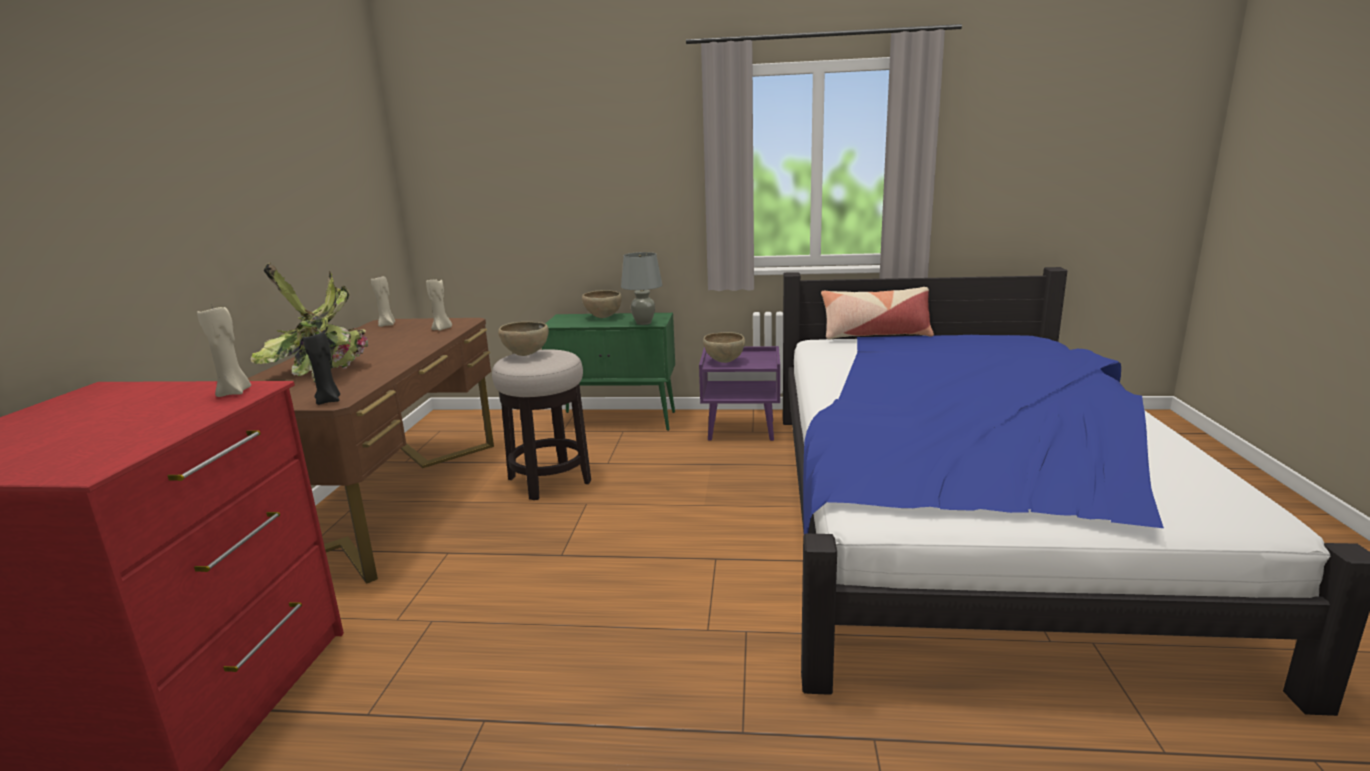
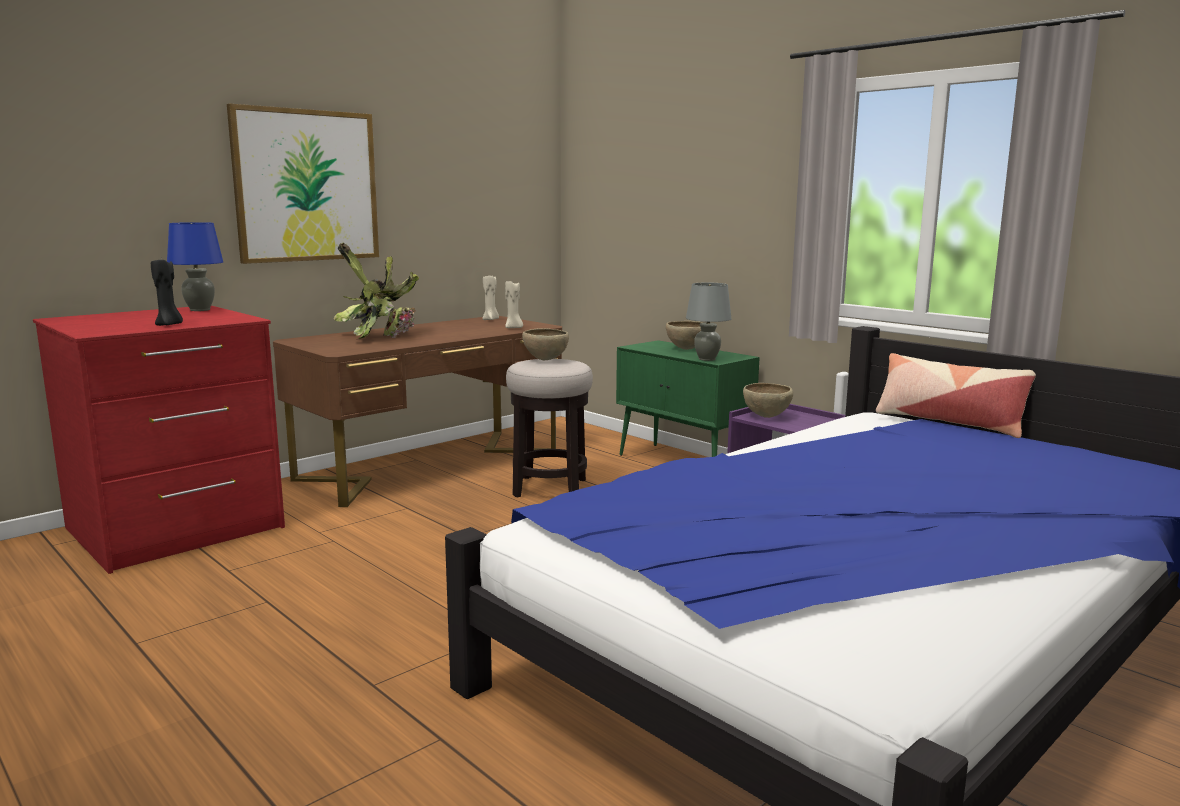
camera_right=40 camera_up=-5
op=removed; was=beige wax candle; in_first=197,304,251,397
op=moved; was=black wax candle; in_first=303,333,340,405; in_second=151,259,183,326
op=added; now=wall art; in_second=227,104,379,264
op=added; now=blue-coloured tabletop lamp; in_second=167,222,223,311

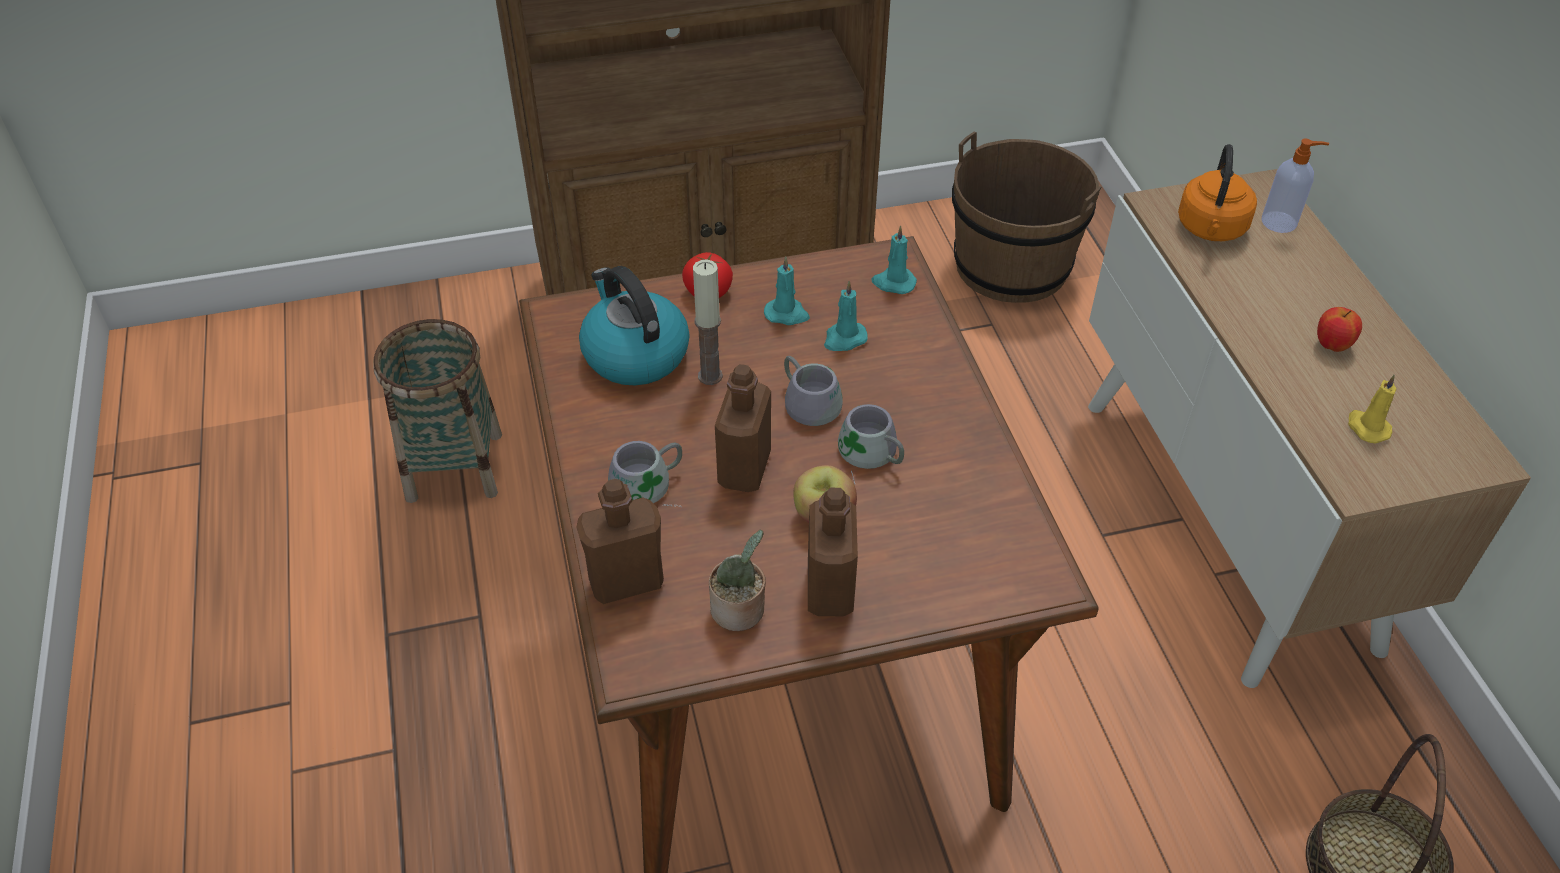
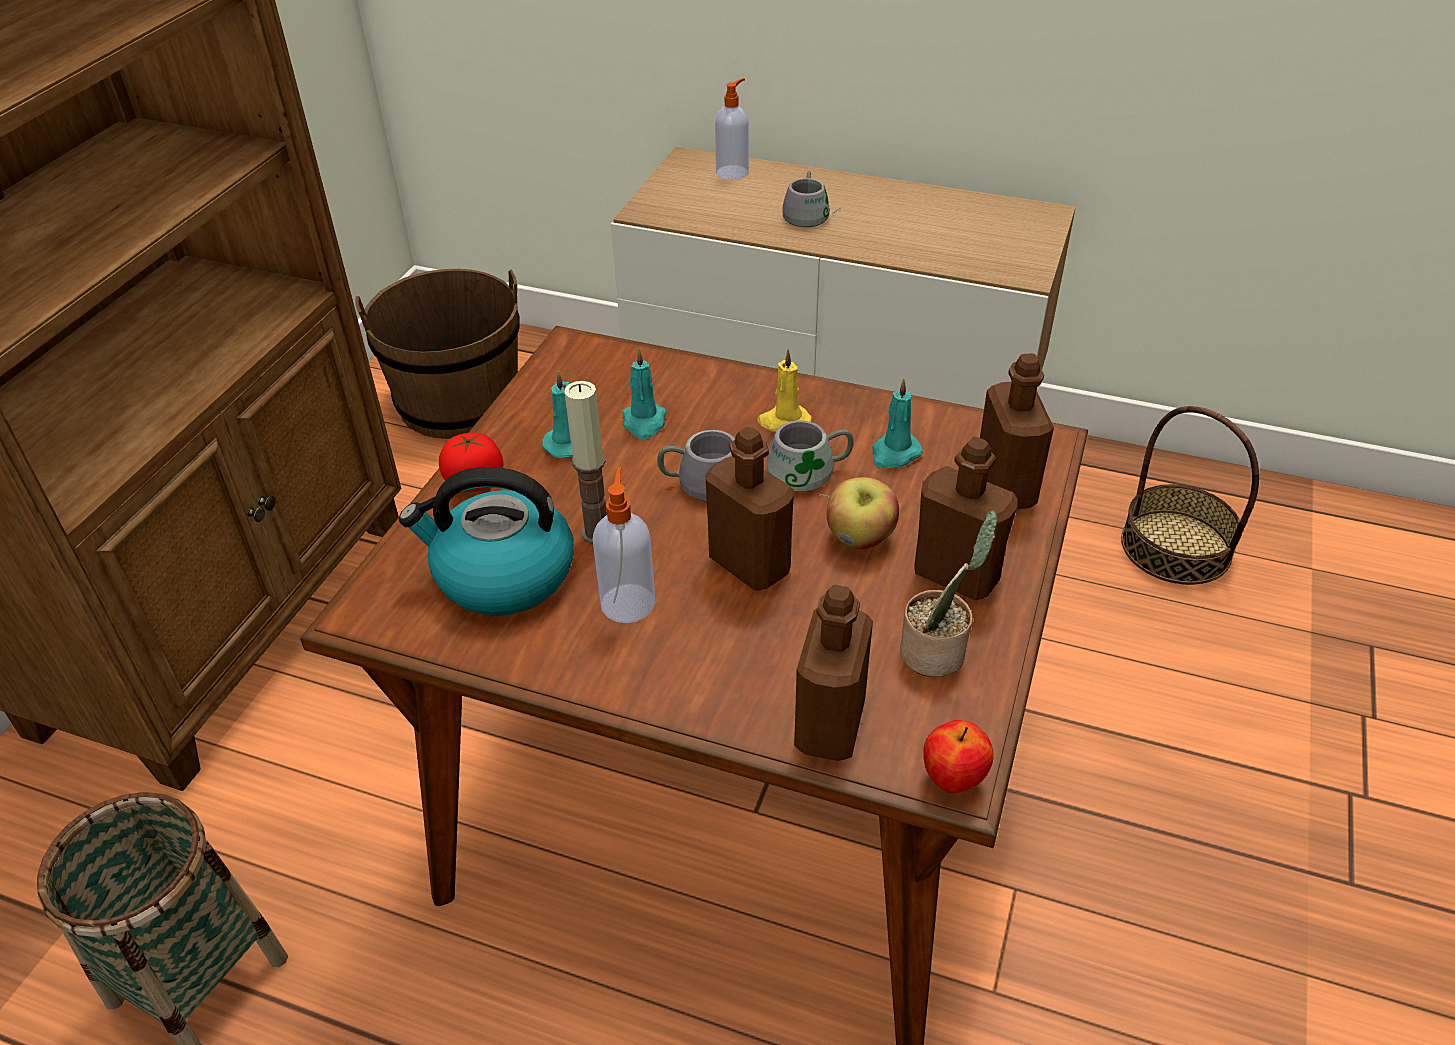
camera_right=-55 camera_up=-5
op=removed; was=orange kettle; in_first=1178,144,1257,241
op=moved; was=turquoise wax candle; in_first=871,225,917,294; in_second=872,379,923,468
op=moved; was=apple fruit; in_first=1317,307,1362,352; in_second=923,720,993,793
op=moved; was=yellow-coloured wax candle; in_first=1348,375,1396,443; in_second=757,350,812,433
op=moved; was=gray coffee mug; in_first=608,441,682,507; in_second=782,171,841,227
op=added; now=brown bottle; in_second=980,353,1054,509
op=added; now=soap dispenser; in_second=593,467,655,623

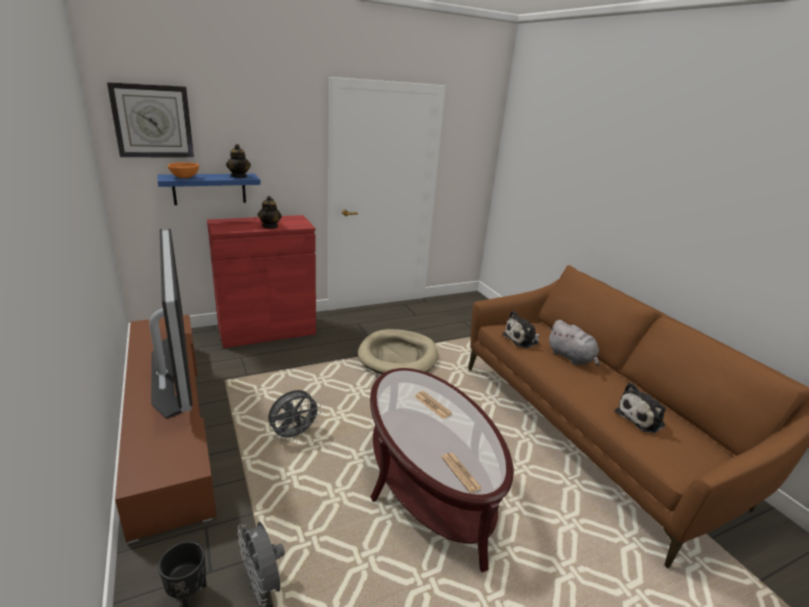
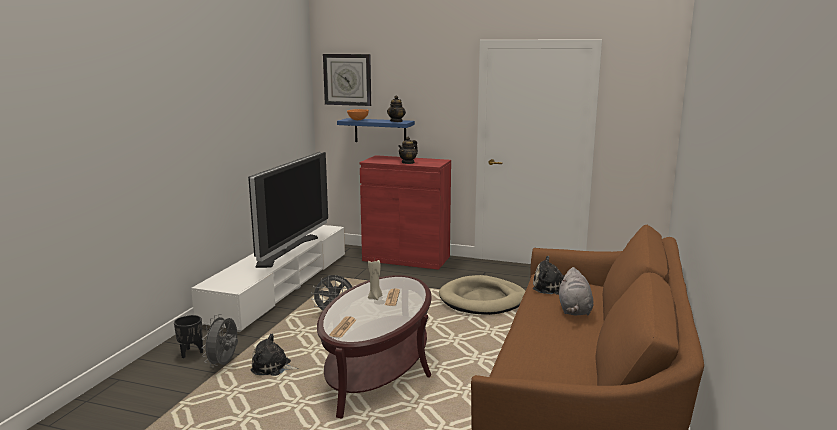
camera_right=45 camera_up=-10
op=recoloured; was=brown media console; now=white media console; in_first=115,315,217,544; in_second=191,225,345,332
op=moved; was=cuddly toy; in_first=615,383,666,433; in_second=251,334,298,376
op=added; now=beige wax candle; in_second=368,260,383,300

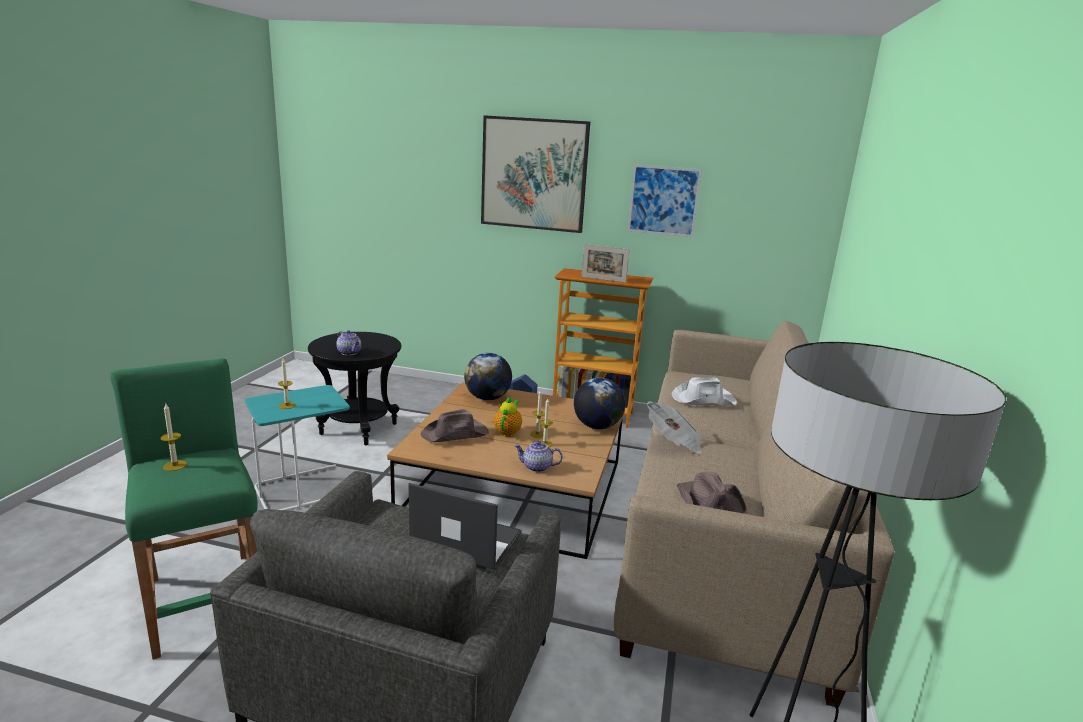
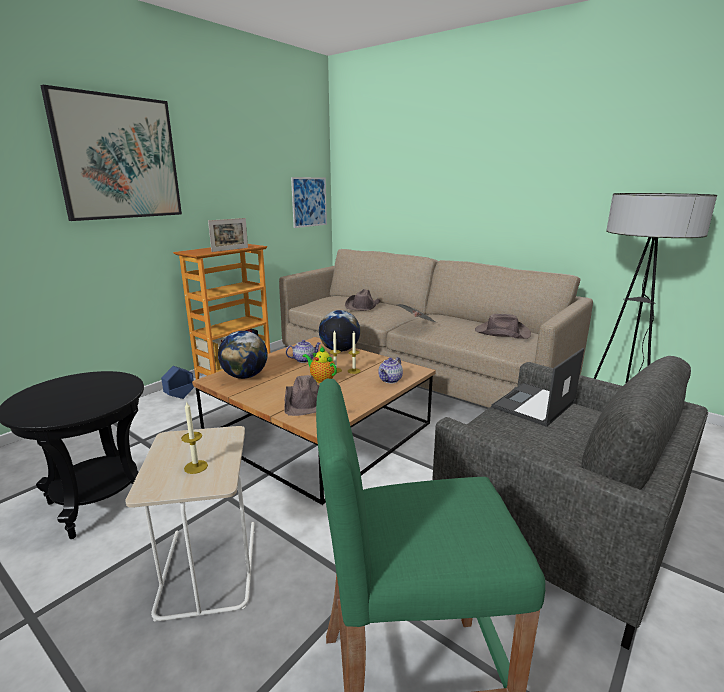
camera_right=-65 camera_up=0
op=moved; was=wall art; in_first=628,165,702,237; in_second=291,177,327,228
op=moved; was=pot for tea; in_first=336,331,361,356; in_second=286,340,321,363
op=recoloured; was=white hat; now=brown hat; in_first=672,377,737,406; in_second=345,289,380,311
op=recoloured; was=turquoise side table; now=beige side table; in_first=245,385,350,510; in_second=125,426,255,622
op=removed; was=wax candle; in_first=160,404,187,471

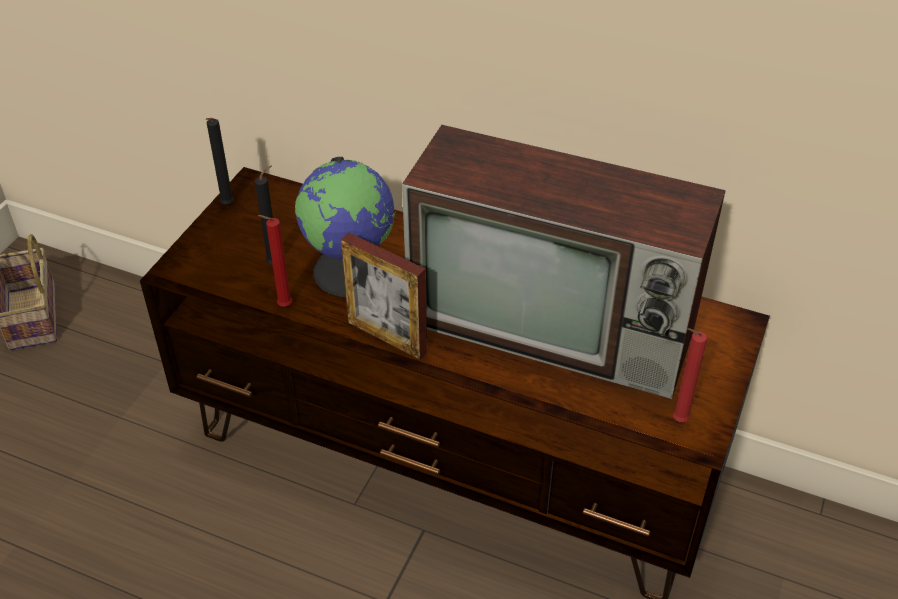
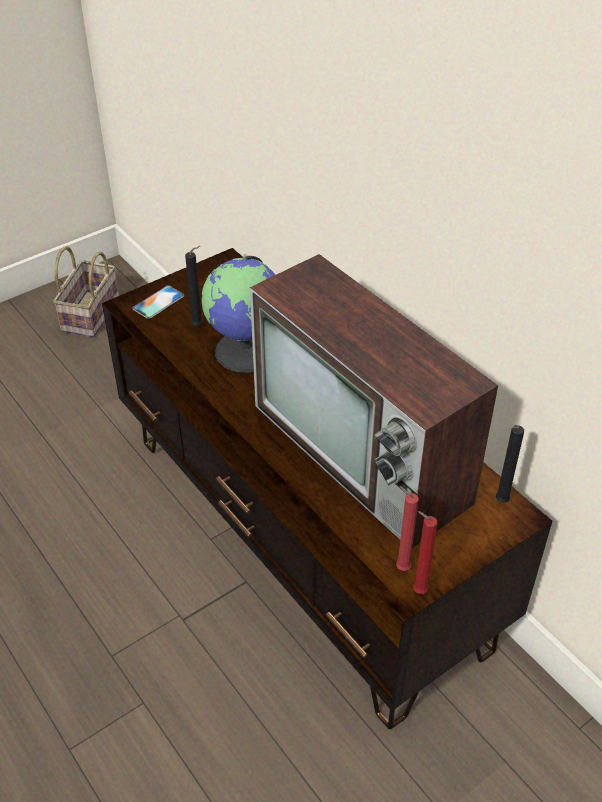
camera_right=30 camera_up=0
op=moved; was=black wax candle; in_first=206,118,234,205; in_second=496,425,524,503
op=moved; was=red-coloured wax candle; in_first=258,215,292,307; in_second=413,511,438,594
op=removed; was=standing frame; in_first=341,233,427,360
op=added; now=telephone; in_second=132,285,184,319

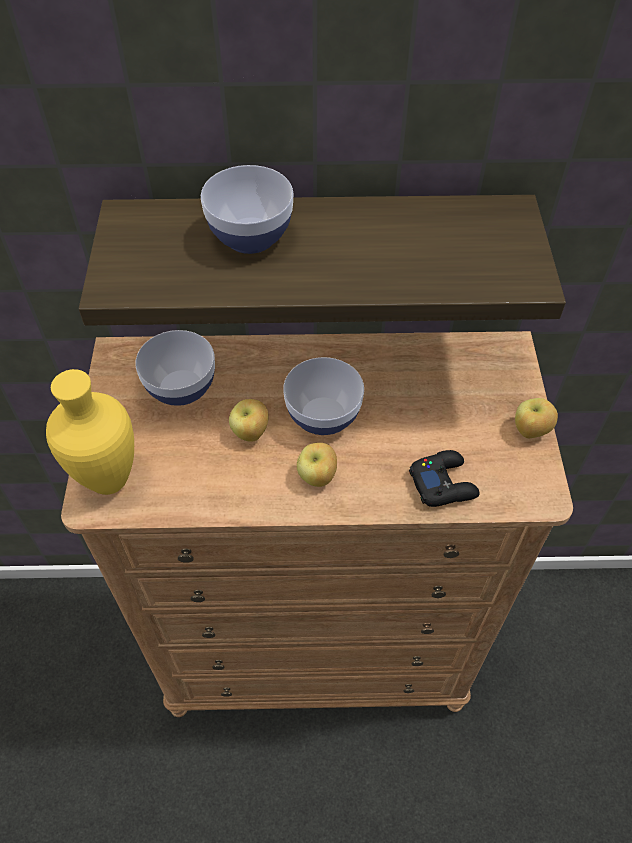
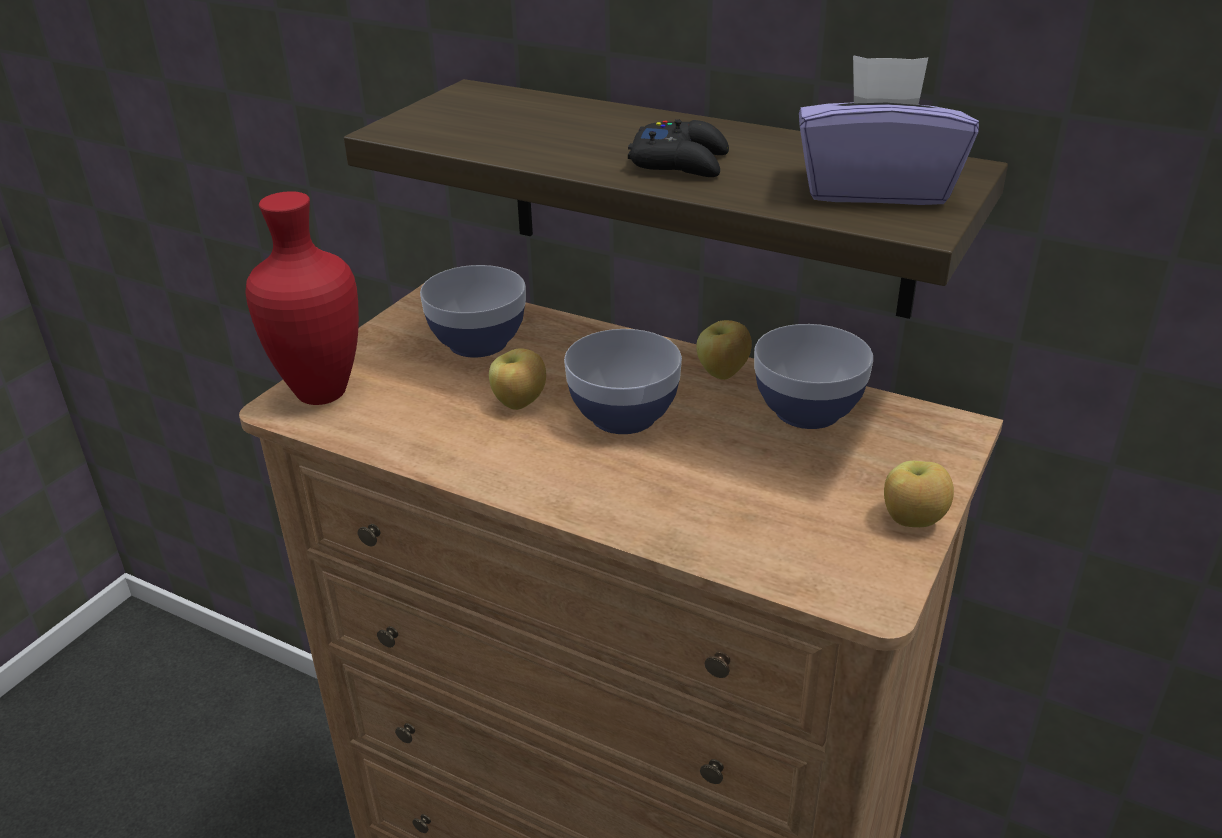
camera_right=30 camera_up=-20
op=moved; was=serving bowl; in_first=201,165,294,254; in_second=754,324,873,429
op=recoloured; was=yellow-coloured decorative vase; now=red-coloured decorative vase; in_first=46,369,134,495; in_second=245,191,359,405
op=moved; was=apple fruit; in_first=297,443,337,487; in_second=696,320,752,380
op=moved; was=black joypad; in_first=409,450,480,507; in_second=628,119,729,177
op=added; now=purplish tissue box; in_second=799,55,979,205

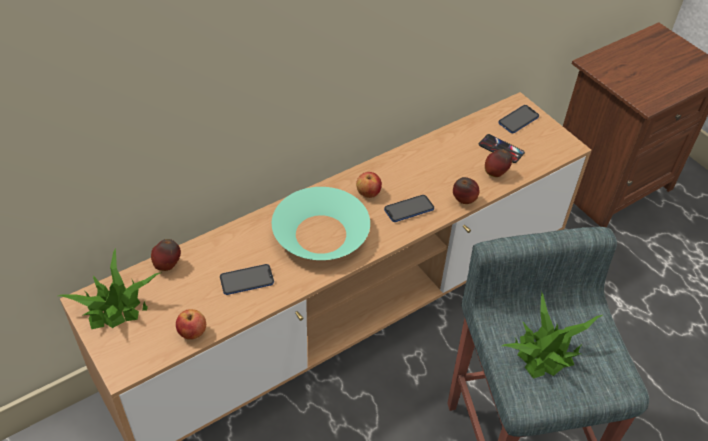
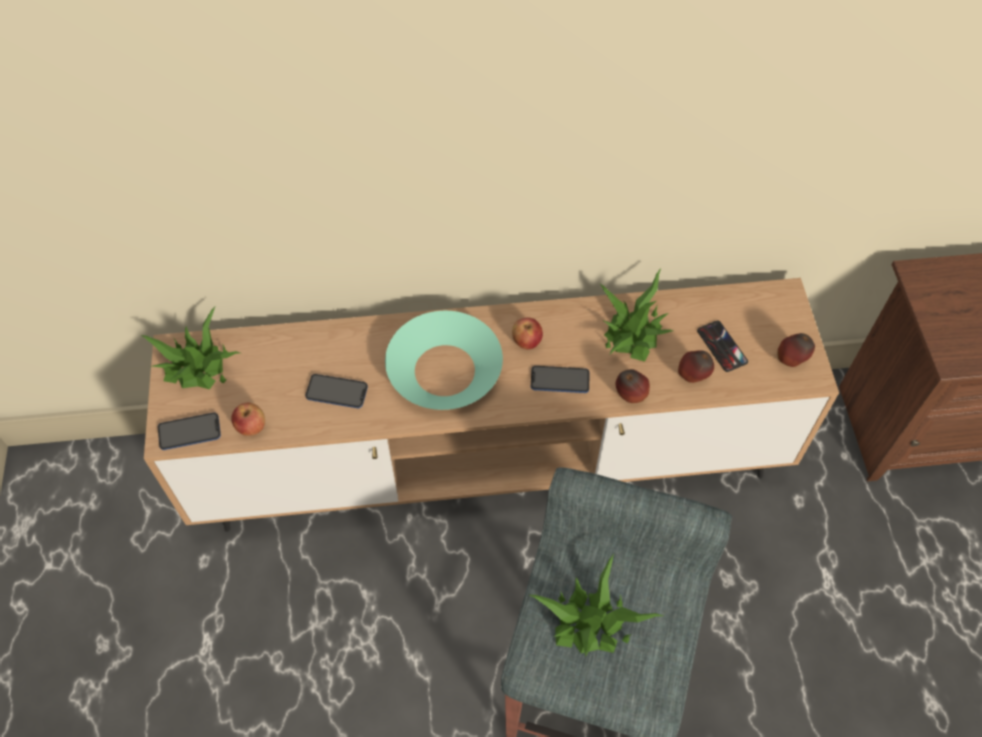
camera_right=30 camera_up=10
op=moved; was=telephone; in_first=498,105,539,133; in_second=158,412,221,450
op=moved; was=apple fruit; in_first=151,239,181,271; in_second=778,333,815,367
op=added; now=plant in a pot; in_second=600,269,673,362

